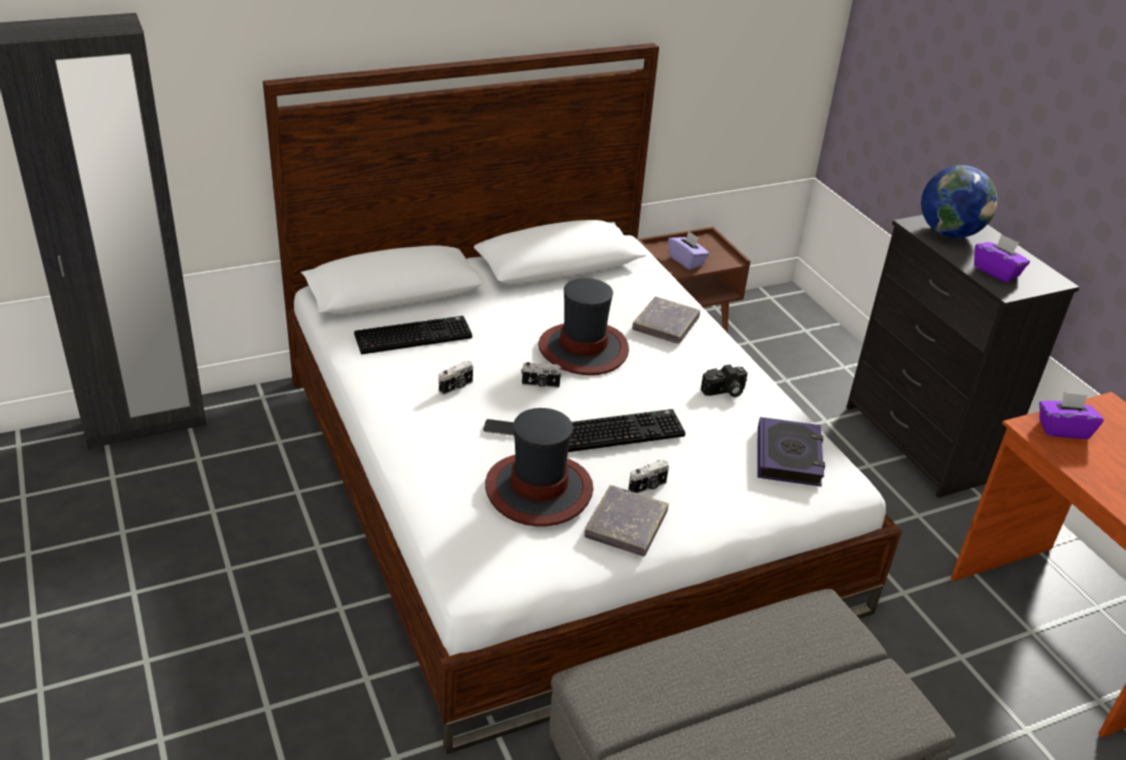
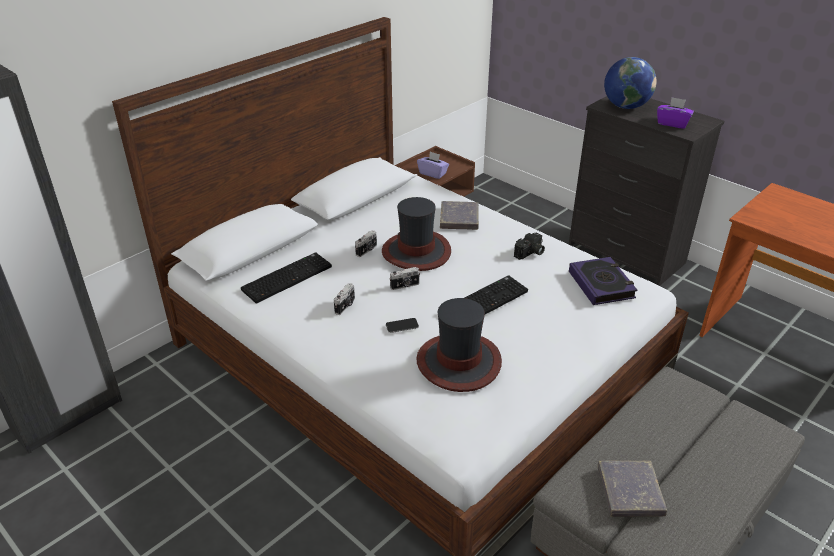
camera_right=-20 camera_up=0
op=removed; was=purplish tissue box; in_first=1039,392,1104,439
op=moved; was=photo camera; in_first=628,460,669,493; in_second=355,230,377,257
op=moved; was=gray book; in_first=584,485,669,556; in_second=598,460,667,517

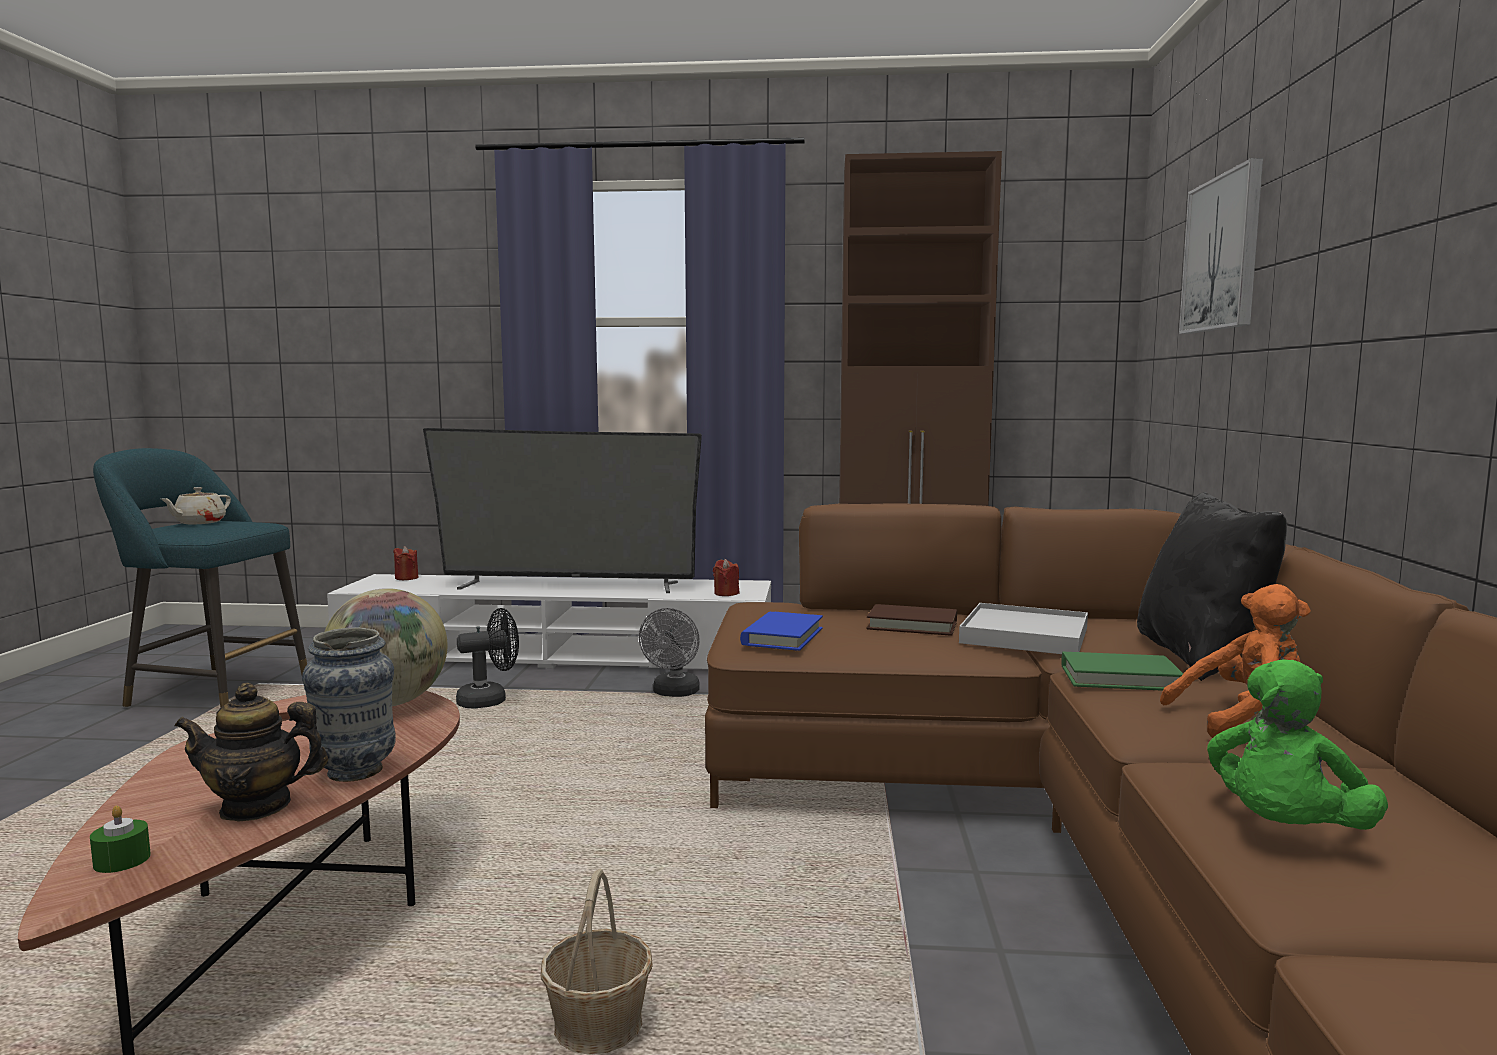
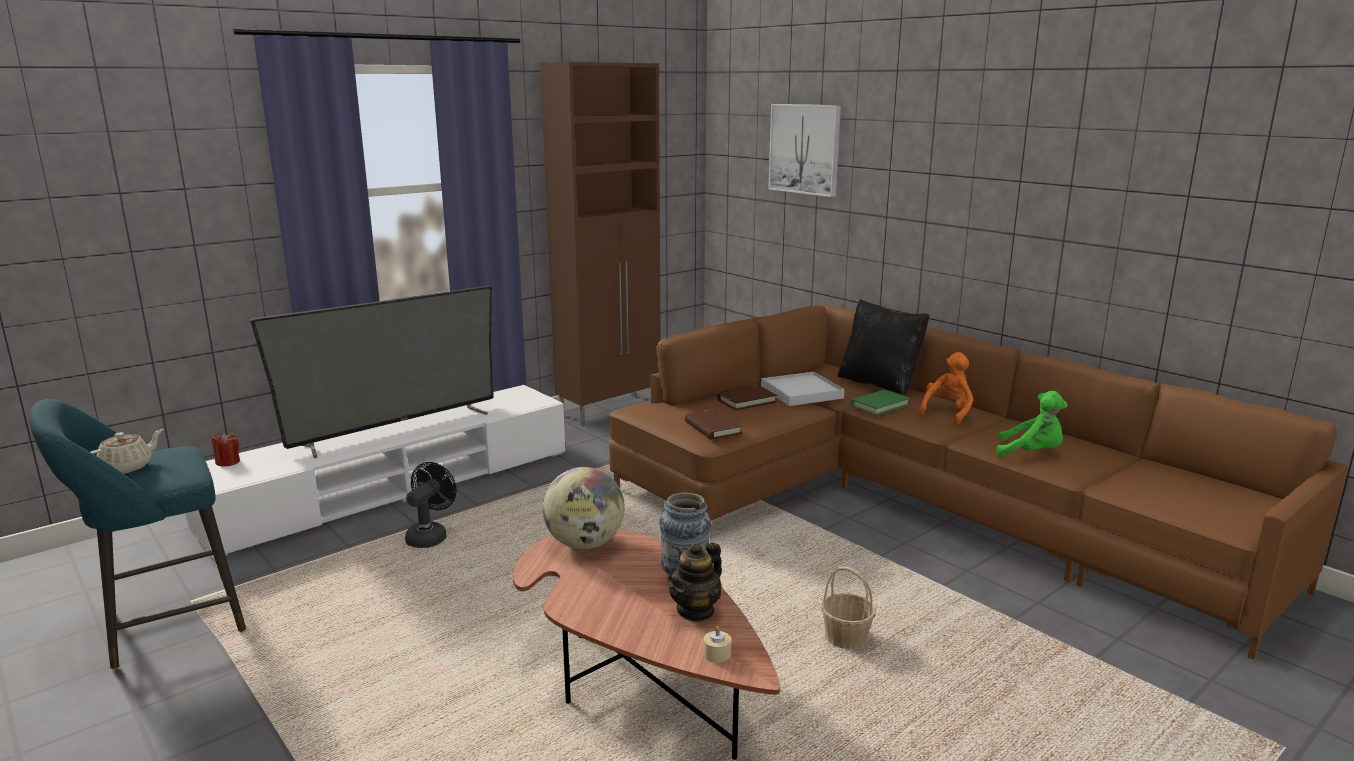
camera_right=-45 camera_up=10
op=turned; was=beige pot for tea; in_first=161,487,231,524; in_second=90,429,163,474; clockwise=-120
op=removed; was=red-coloured wax candle; in_first=713,559,739,596
op=removed; was=gray fan; in_first=639,608,700,697
op=recoloured; was=blue-coloured book; now=brown book; in_first=740,612,823,651; in_second=685,409,743,440
op=turned; was=greenish cuddly toy; in_first=1207,660,1388,830; in_second=996,391,1068,458; clockwise=-60
op=recoloured; was=greenish wax candle; now=beige wax candle; in_first=90,805,151,873; in_second=704,626,731,663

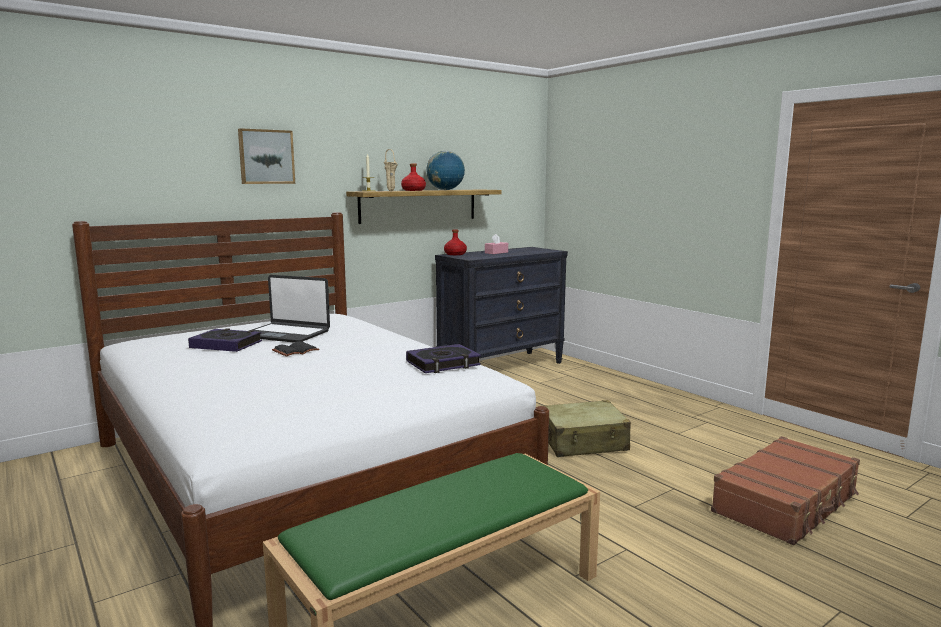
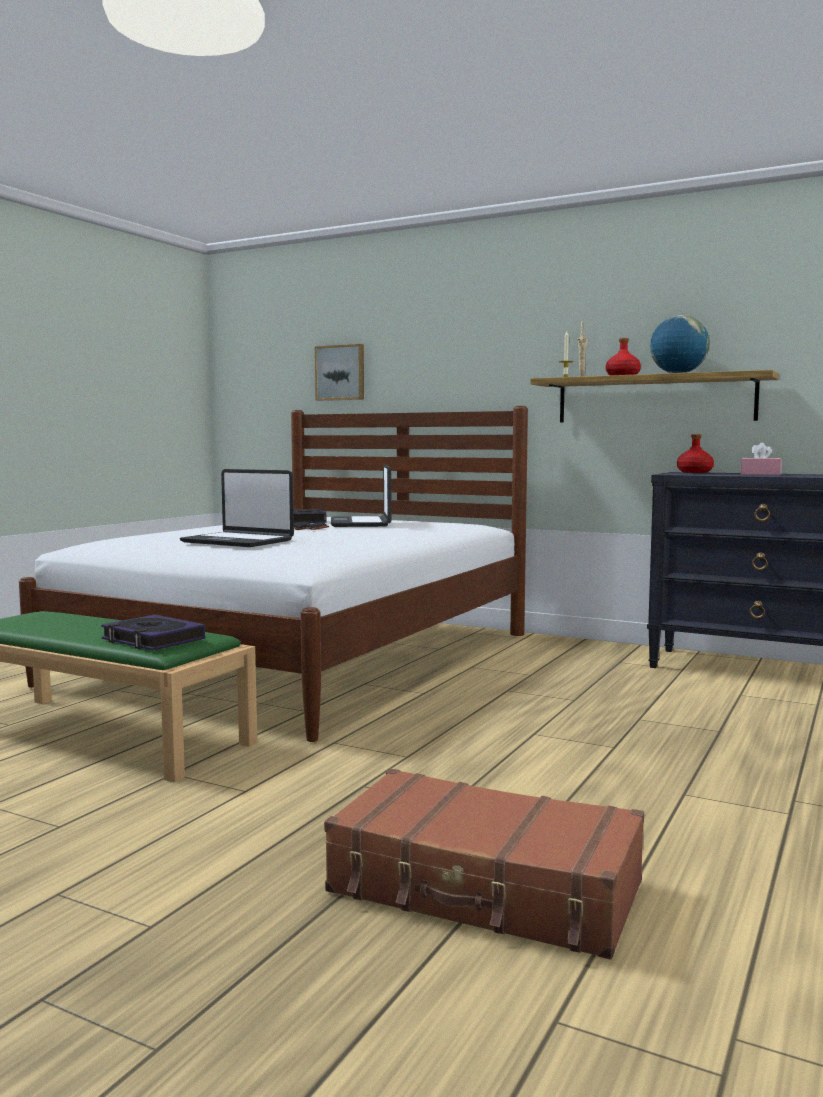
camera_right=65 camera_up=-5
op=moved; was=wall art; in_first=238,128,295,184; in_second=315,344,364,401
op=moved; was=book; in_first=406,344,481,373; in_second=101,615,205,650
op=removed; was=beige suitcase; in_first=545,400,631,457
op=added; now=laptop; in_second=180,469,294,547

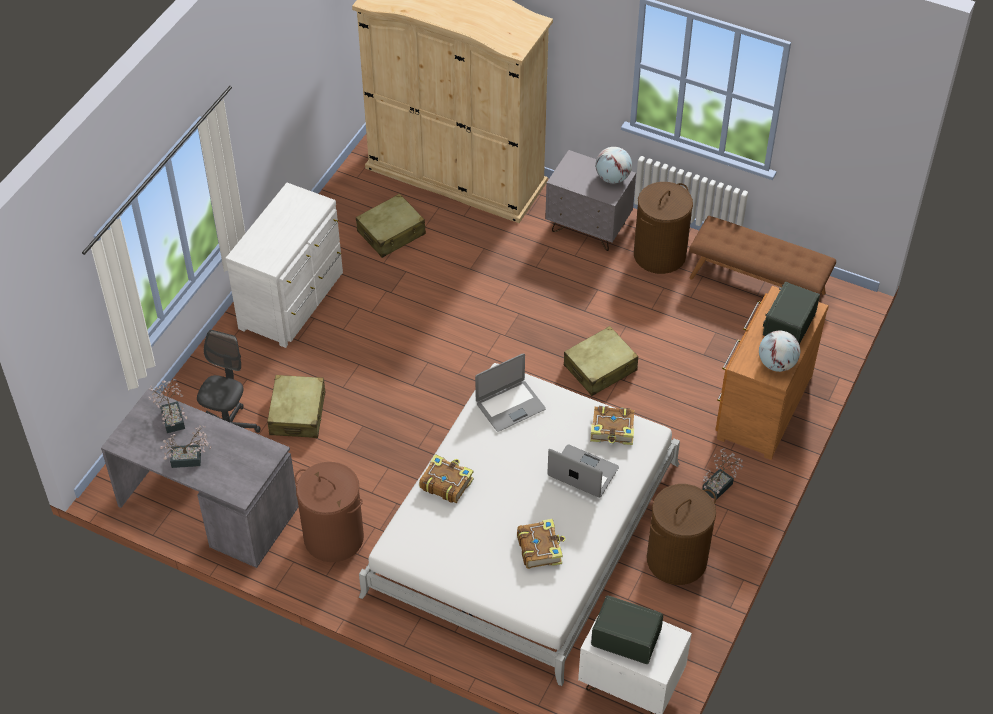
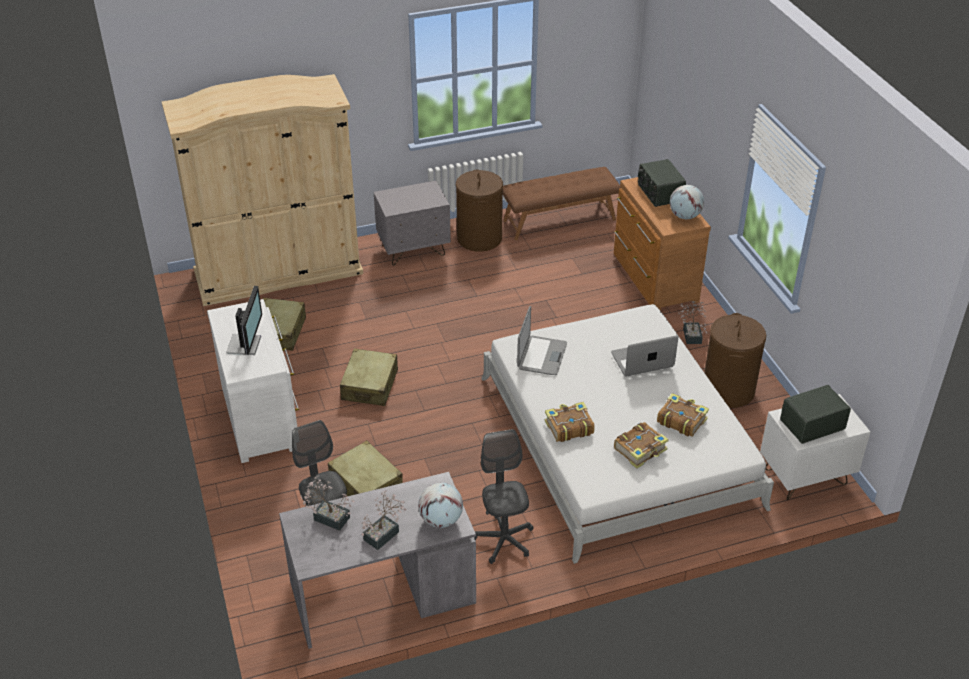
camera_right=-45 camera_up=-10
op=moved; was=world globe; in_first=596,147,632,183; in_second=418,482,463,528
op=moved; was=beige suitcase; in_first=564,326,638,396; in_second=340,349,398,406
op=moved; was=book; in_first=590,406,634,445; in_second=614,422,669,468
op=replaced; was=brown washing basket; now=gray computer chair; in_first=295,462,364,562; in_second=474,429,533,564
op=added; now=monitor; in_second=226,286,262,355

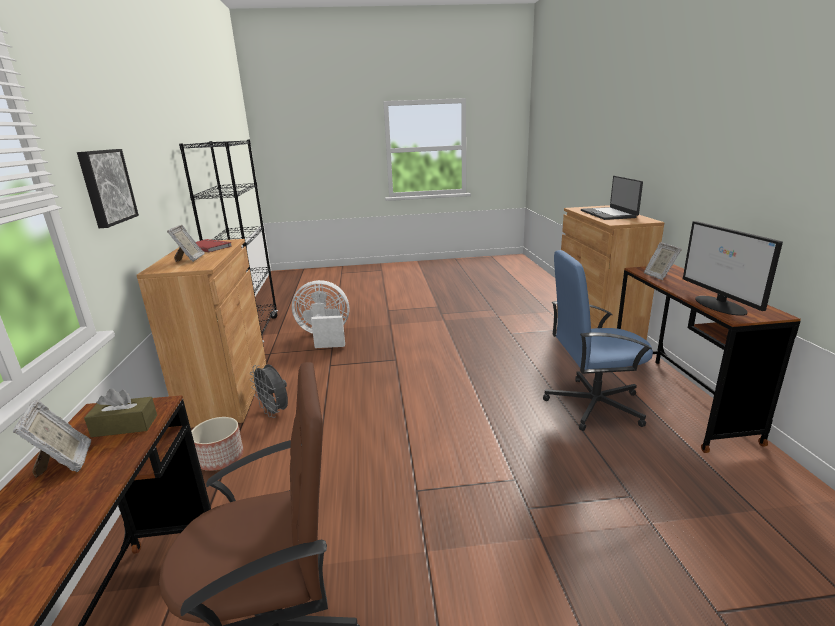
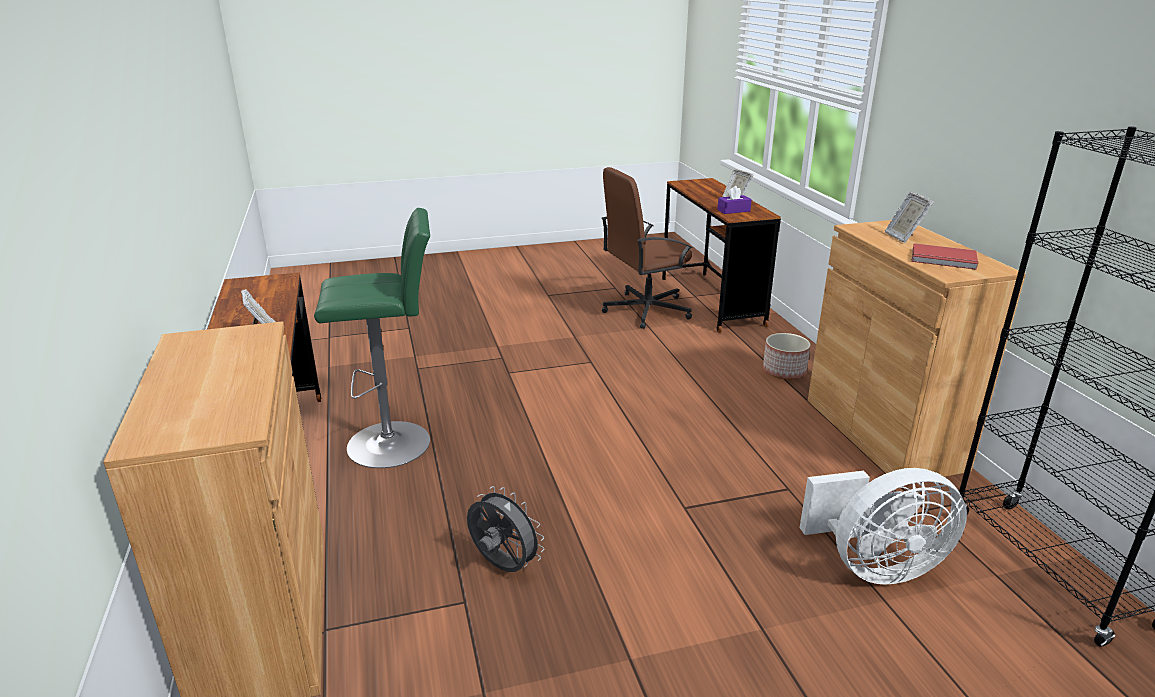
camera_right=170 camera_up=5
op=removed; was=wall art; in_first=77,149,139,228
op=removed; was=laptop; in_first=581,176,643,220
op=removed; was=monitor; in_first=683,221,783,316
op=replaced; was=blue-coloured computer chair; now=greenish sitting stool; in_first=543,250,653,431; in_second=314,208,430,468
op=moved; was=gray fan; in_first=250,364,288,418; in_second=467,486,544,572
op=recoloured; was=brown tissue box; now=purplish tissue box; in_first=84,388,157,437; in_second=717,186,752,214

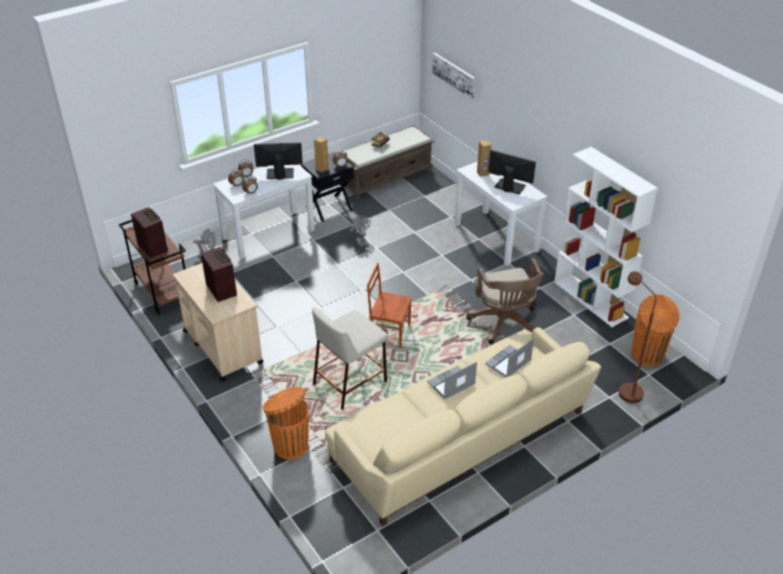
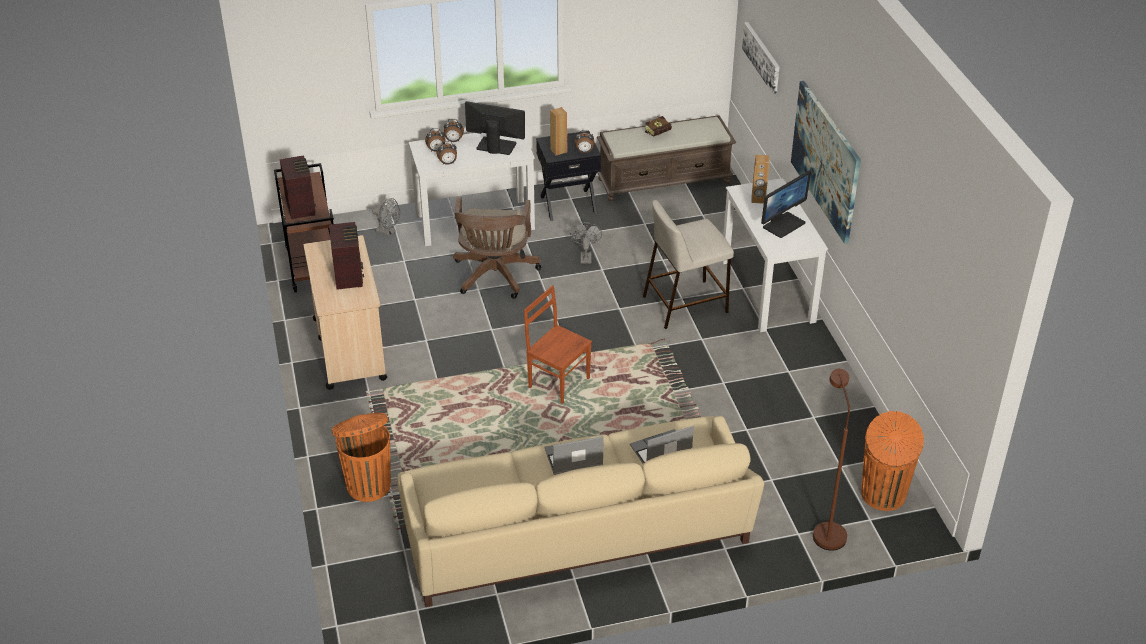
camera_right=20 camera_up=0
op=removed; was=white bookshelf; in_first=554,147,658,327
op=turned; was=monitor; in_first=488,150,536,194; in_second=761,171,811,238; clockwise=90
op=moved; was=brown computer chair; in_first=466,258,544,344; in_second=453,197,541,299
op=moved; was=beige sitting stool; in_first=312,307,387,410; in_second=643,200,734,329
op=added; now=wall art; in_second=791,81,861,244

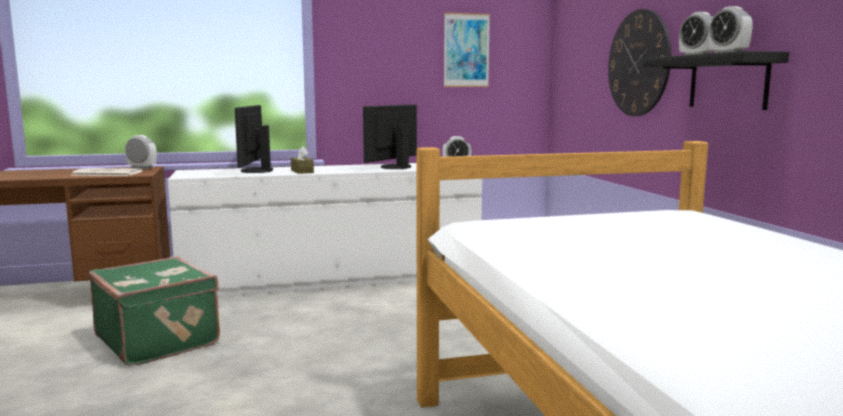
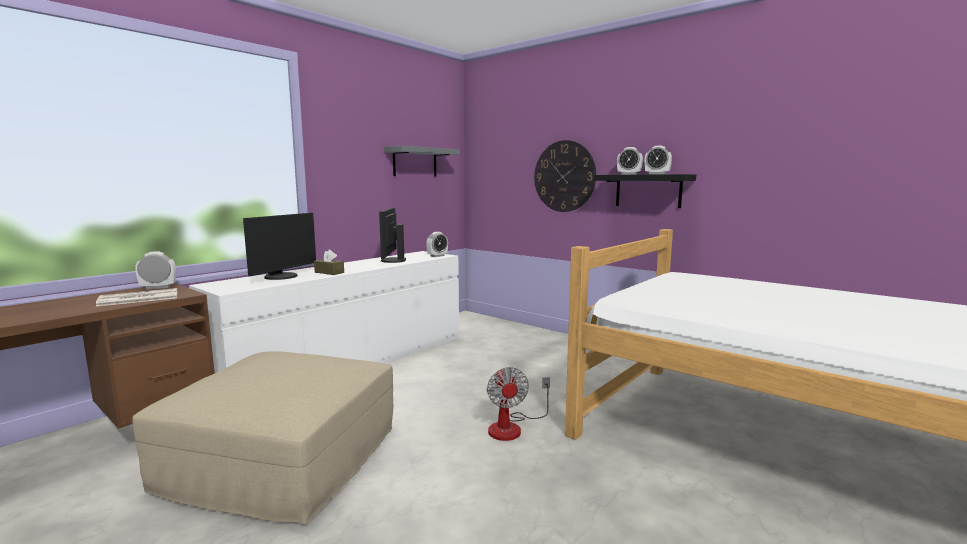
camera_right=-35 camera_up=0
op=replaced; was=wall art; now=gray bracket shelf; in_first=444,13,490,87; in_second=384,146,460,176
op=turned; was=monitor; in_first=235,105,273,173; in_second=243,213,316,280; clockwise=-120
op=replaced; was=greenish suitcase; now=beige ottoman; in_first=89,256,220,366; in_second=132,351,393,524
op=added; now=fan; in_second=487,367,550,441

